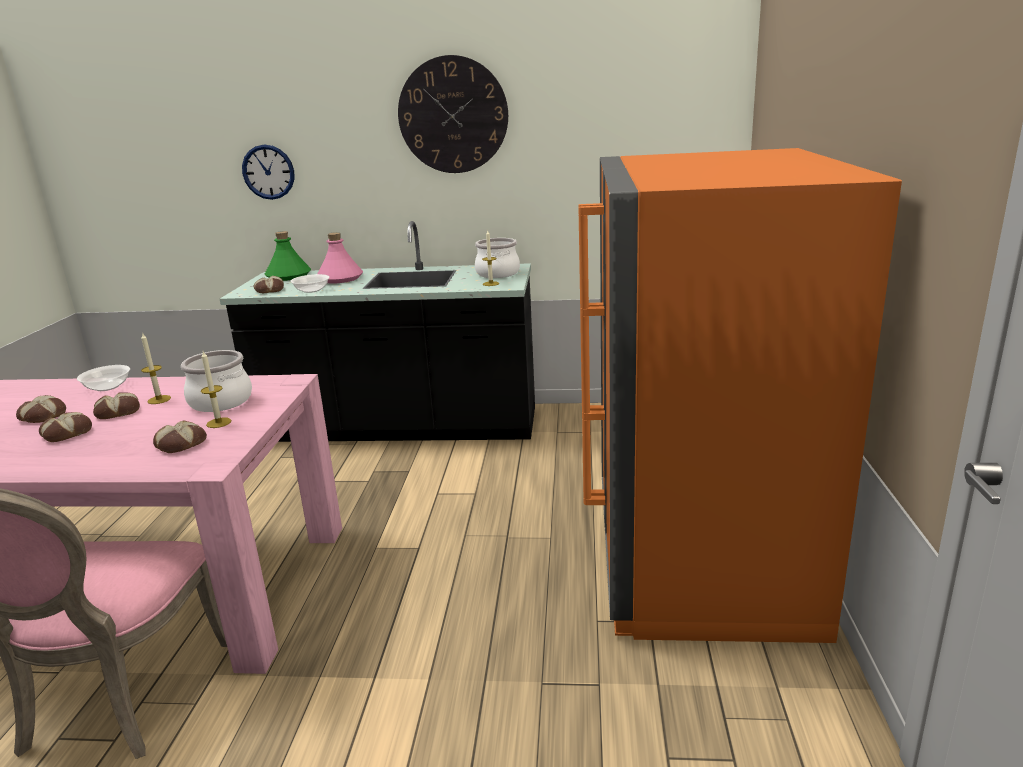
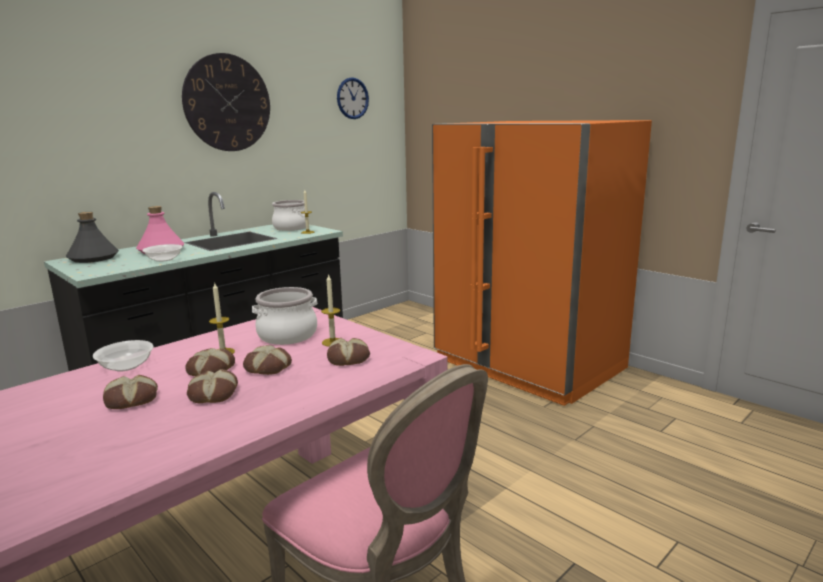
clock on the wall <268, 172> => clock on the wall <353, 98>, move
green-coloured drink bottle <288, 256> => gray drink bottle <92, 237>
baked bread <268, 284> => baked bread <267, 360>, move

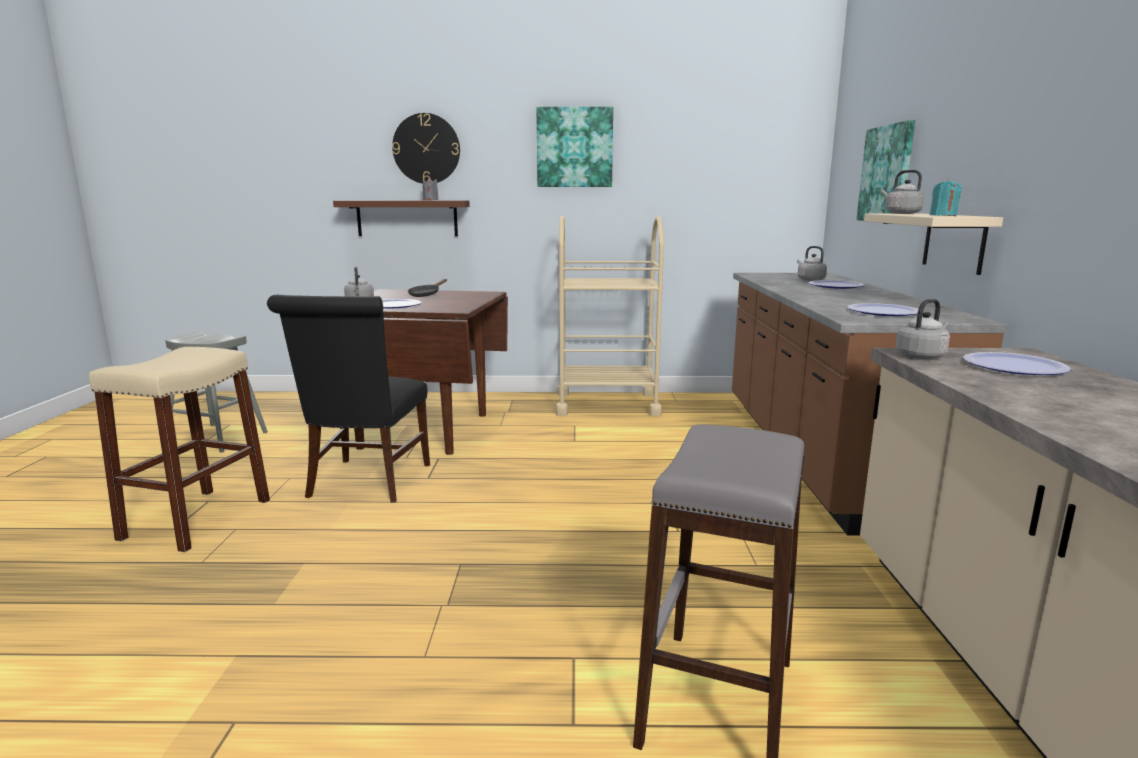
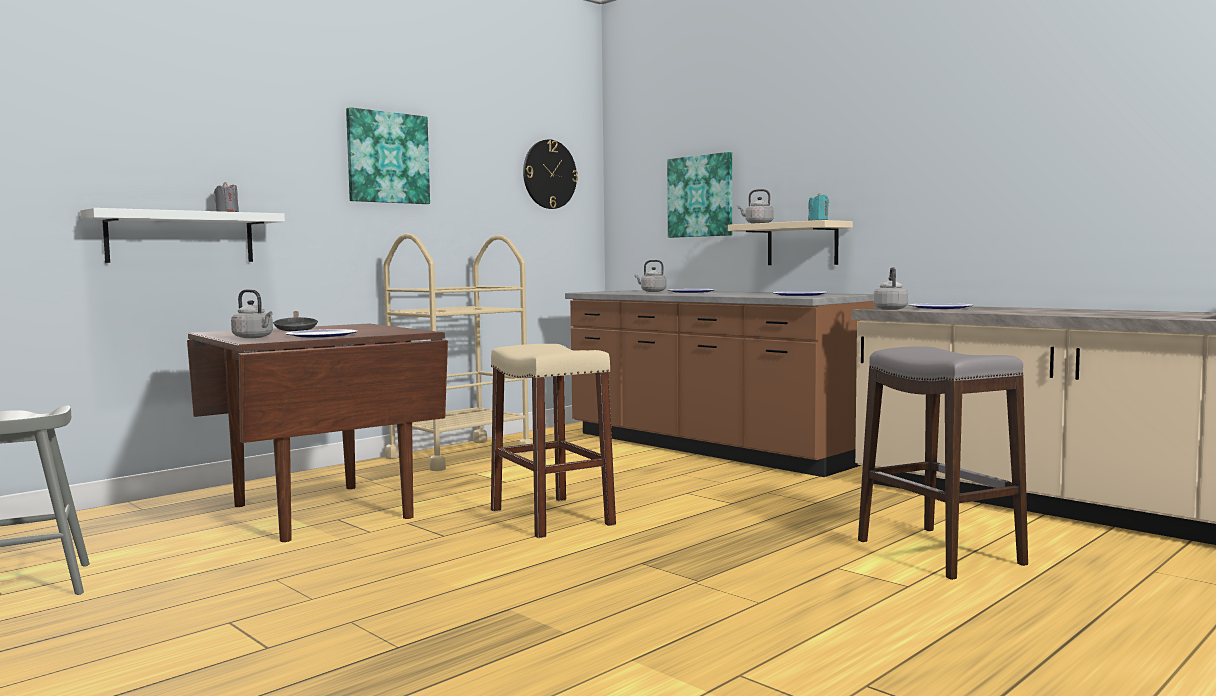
clock on the wall <426, 148> => clock on the wall <550, 174>, move
brownish wall shelf <401, 218> => whitish wall shelf <182, 235>
black-coloured upright chair <348, 399> => nothing
sand-coloured sitting stool <179, 449> => sand-coloured sitting stool <553, 441>, move

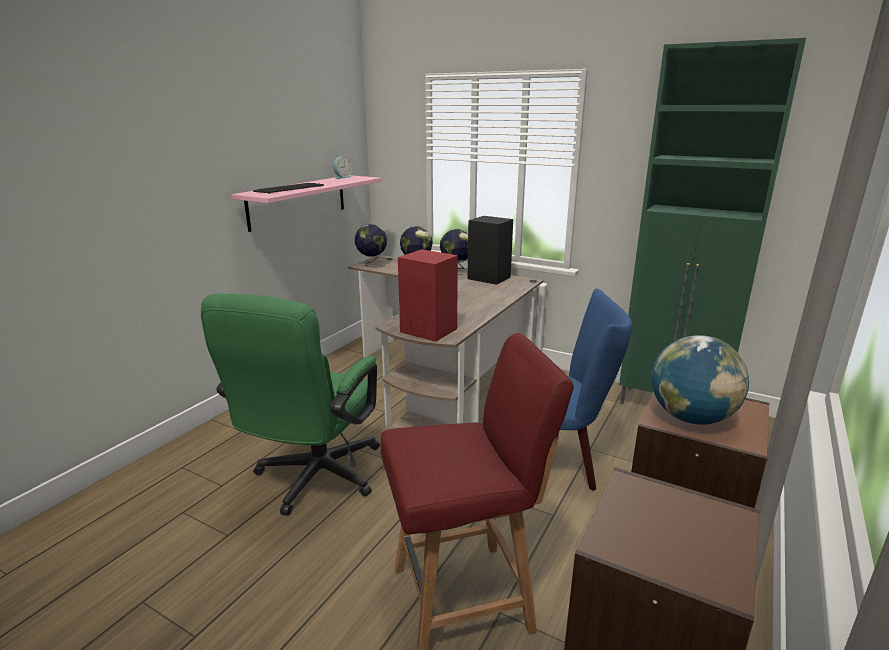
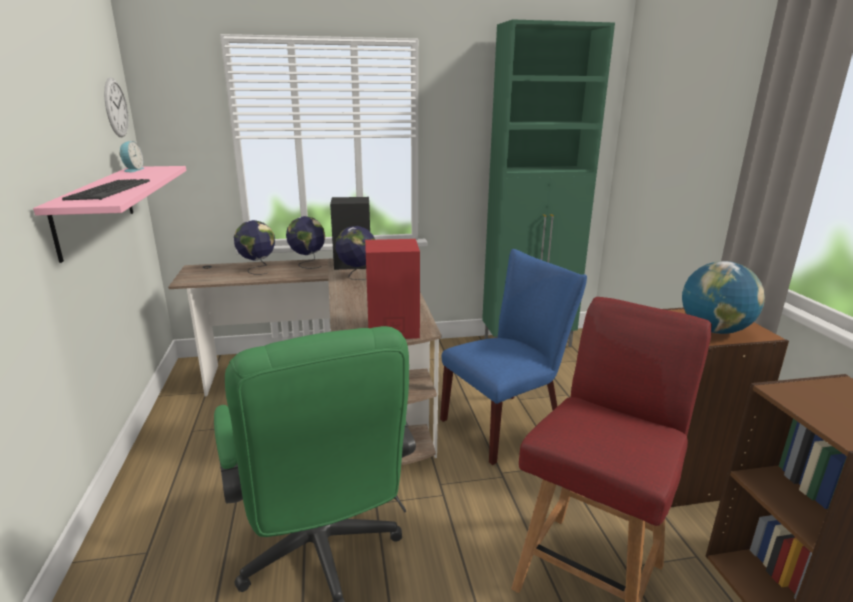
desk globe <371, 245> => desk globe <355, 253>, move
nothing => clock on the wall <116, 107>

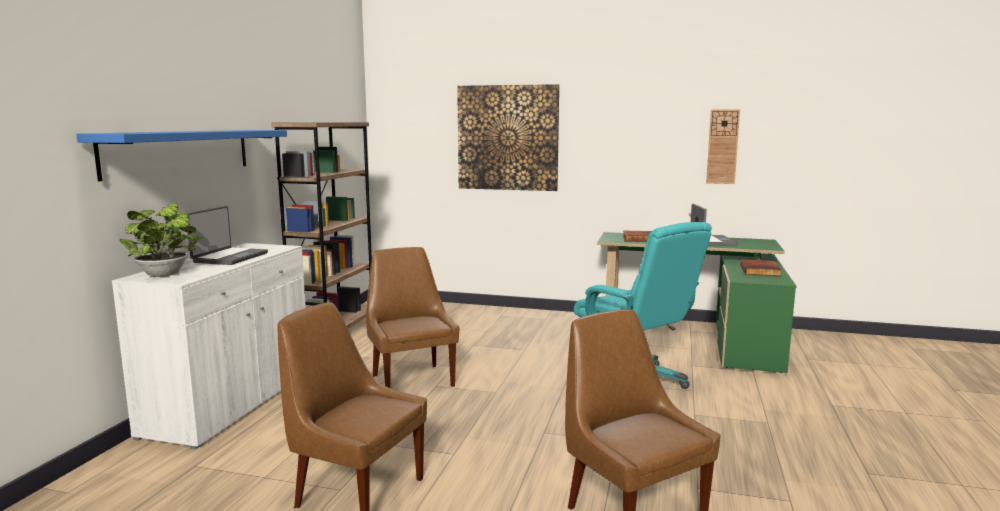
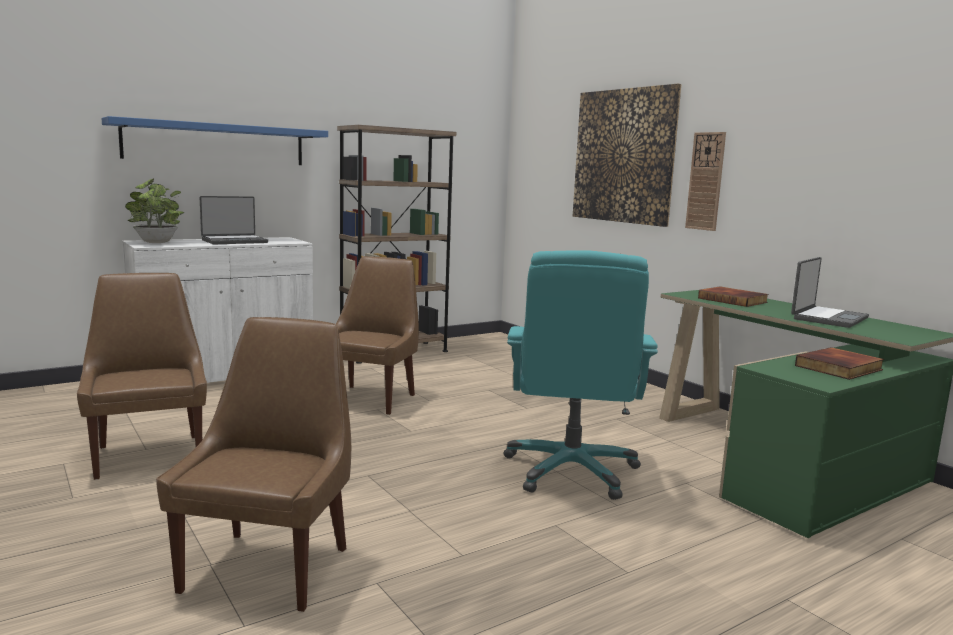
clock on the wall <723, 146> => clock on the wall <705, 181>, move

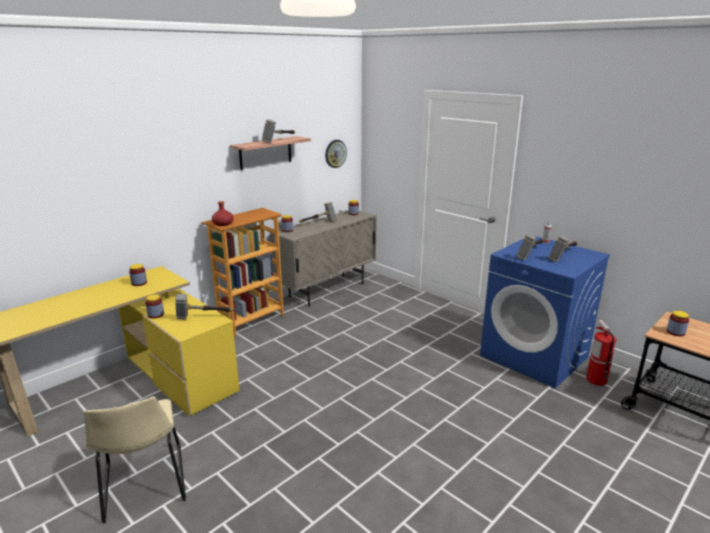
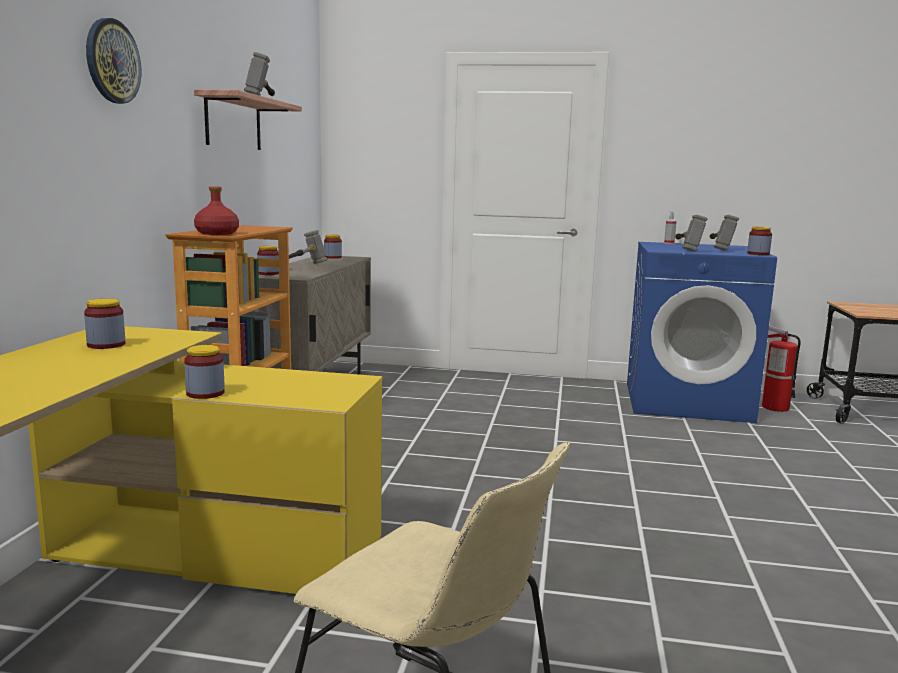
clock on the wall <336, 154> => clock on the wall <113, 61>, move
hammer <204, 306> => nothing
preserve jar <678, 323> => preserve jar <759, 241>, move

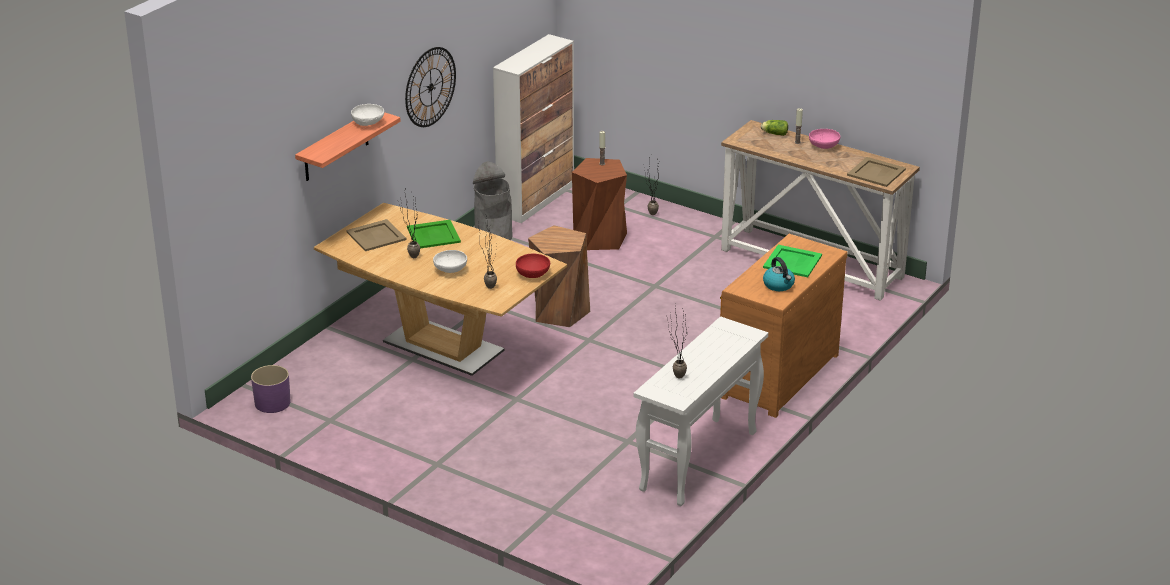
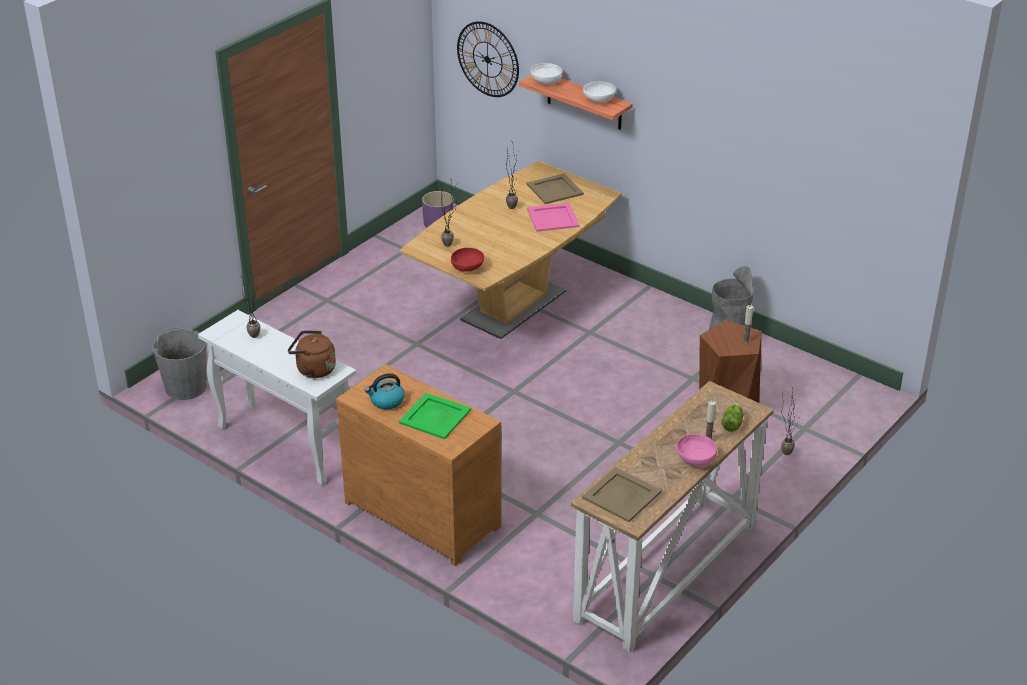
cupboard <533, 128> => nothing
clock on the wall <430, 87> => clock on the wall <488, 59>, move
green-coloured carrying tray <434, 234> => pink-coloured carrying tray <553, 217>
brownish sitting stool <559, 276> => nothing
whitish deep dish <450, 261> => whitish deep dish <546, 74>, move
nothing => gray pail <179, 363>
nothing => brownish water kettle <312, 354>

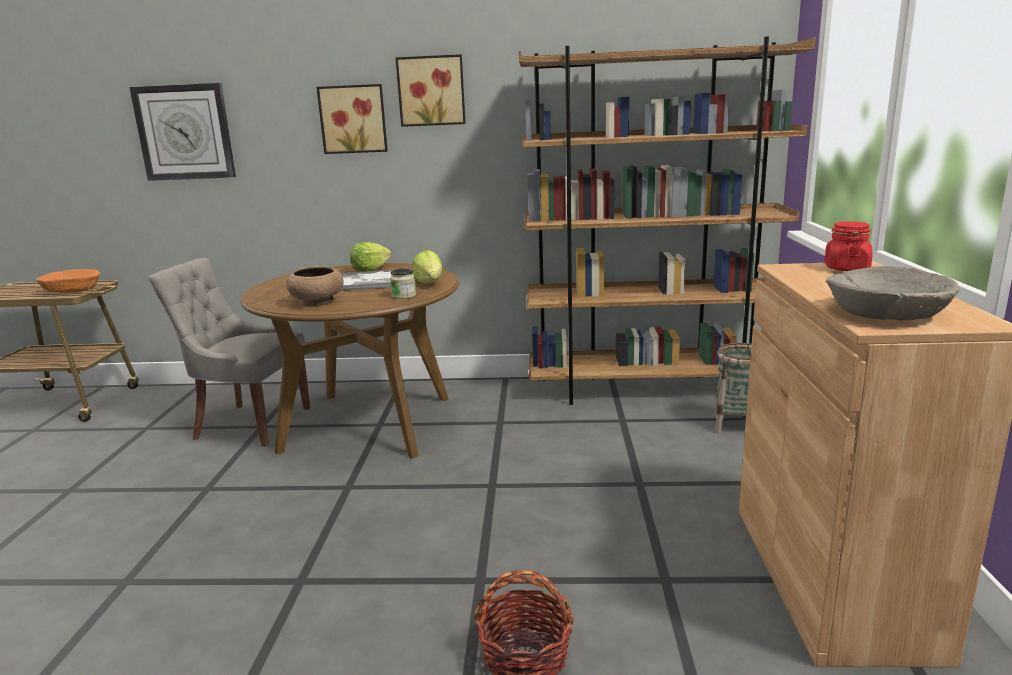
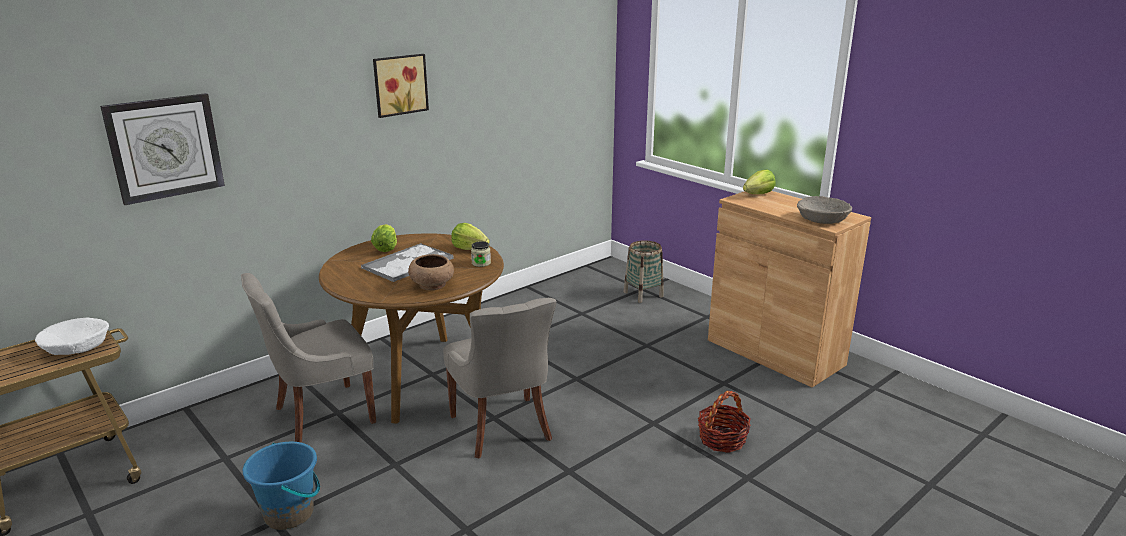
brownish shelving unit <667, 220> => nothing
wall art <352, 119> => nothing
red-coloured preserve jar <848, 246> => lettuce head <759, 181>
orangey deep dish <68, 281> => whitish deep dish <72, 336>
nothing => gray upright chair <500, 378>
nothing => bluish pail <281, 486>

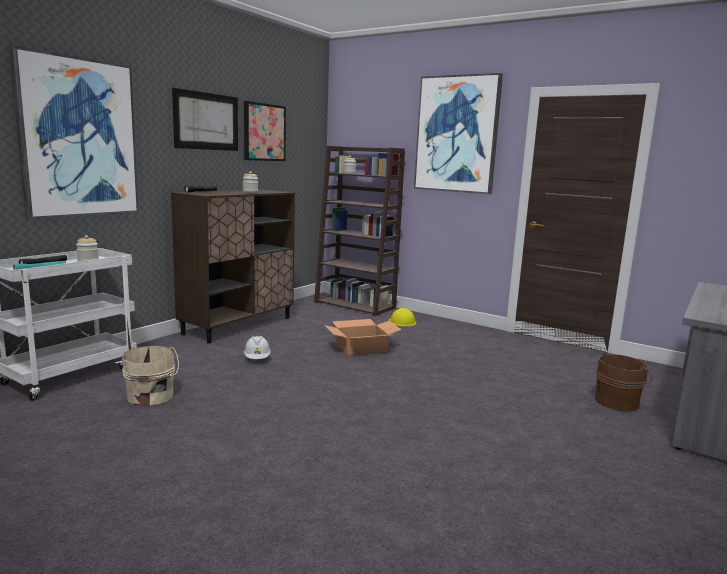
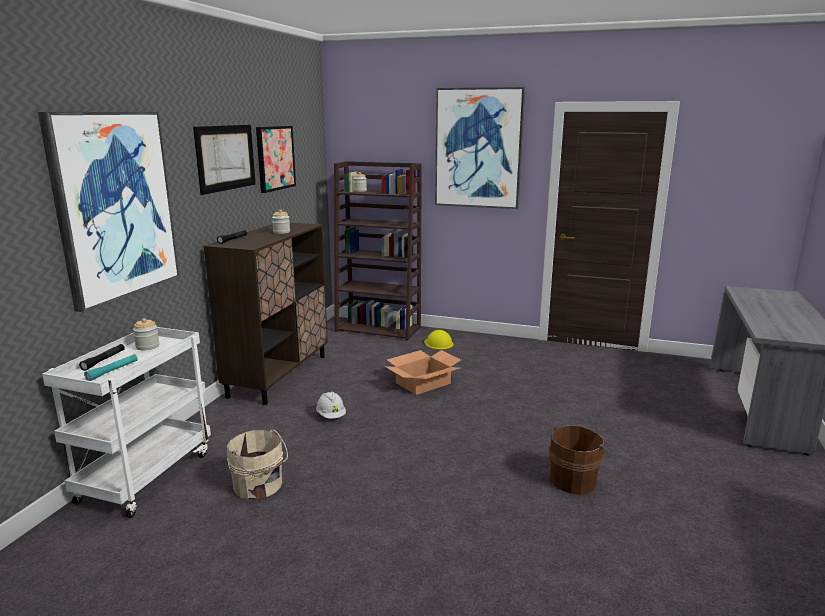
brownish pail <623, 382> => brownish pail <579, 460>, move

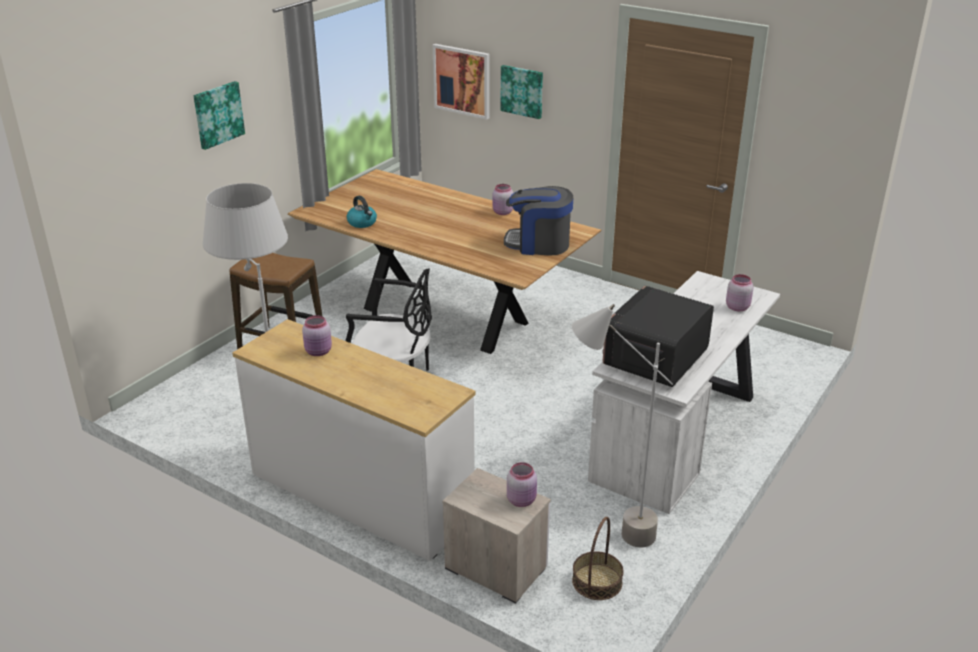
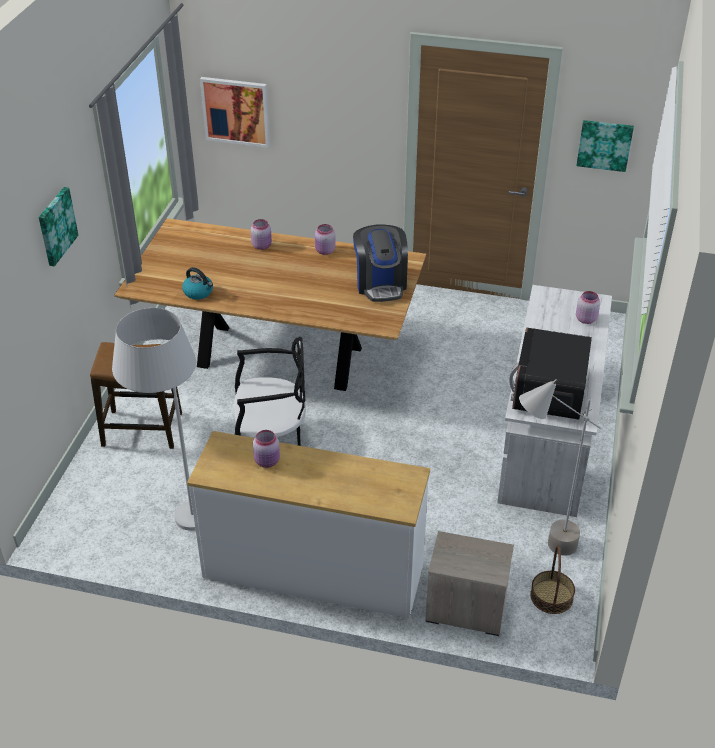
wall art <522, 92> => wall art <605, 146>, move
coffee maker <538, 220> => coffee maker <380, 263>, 90 degrees counterclockwise
pink-coloured preserve jar <522, 484> => pink-coloured preserve jar <261, 234>, move

